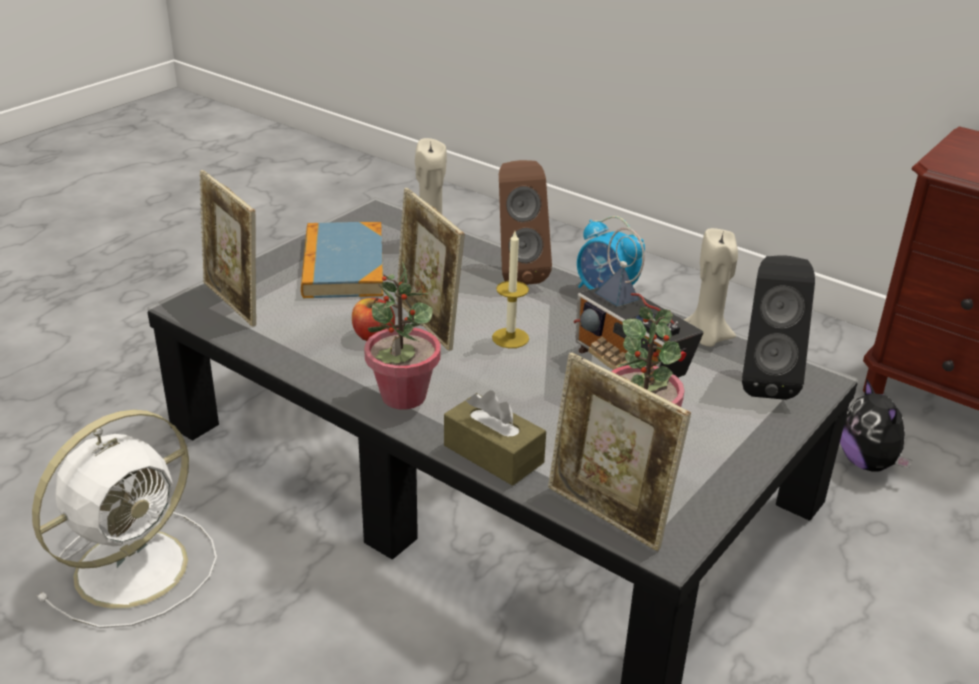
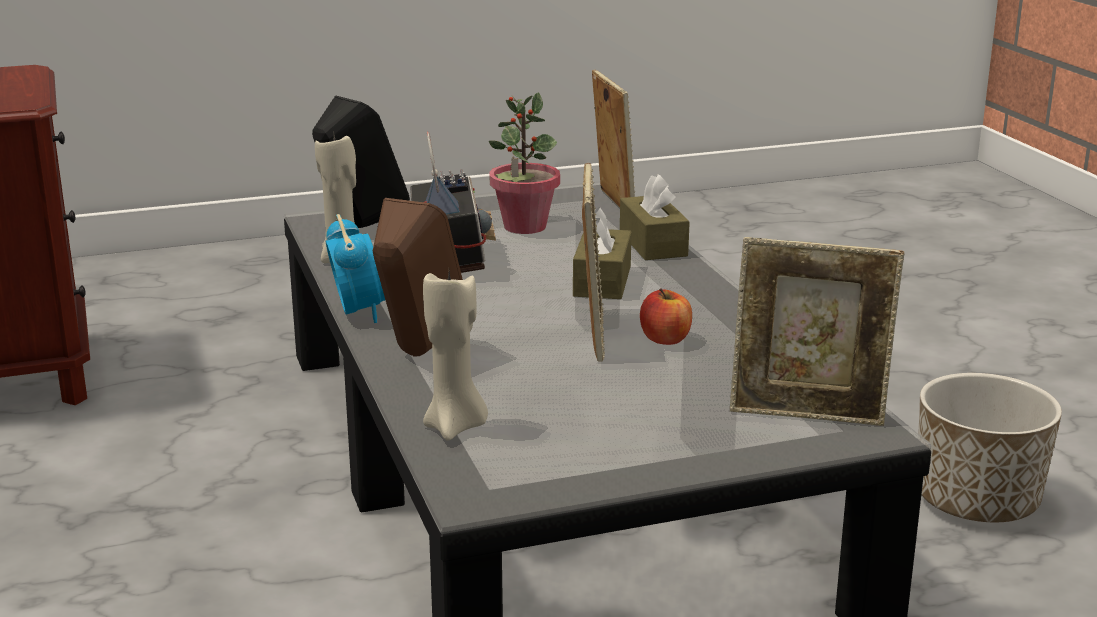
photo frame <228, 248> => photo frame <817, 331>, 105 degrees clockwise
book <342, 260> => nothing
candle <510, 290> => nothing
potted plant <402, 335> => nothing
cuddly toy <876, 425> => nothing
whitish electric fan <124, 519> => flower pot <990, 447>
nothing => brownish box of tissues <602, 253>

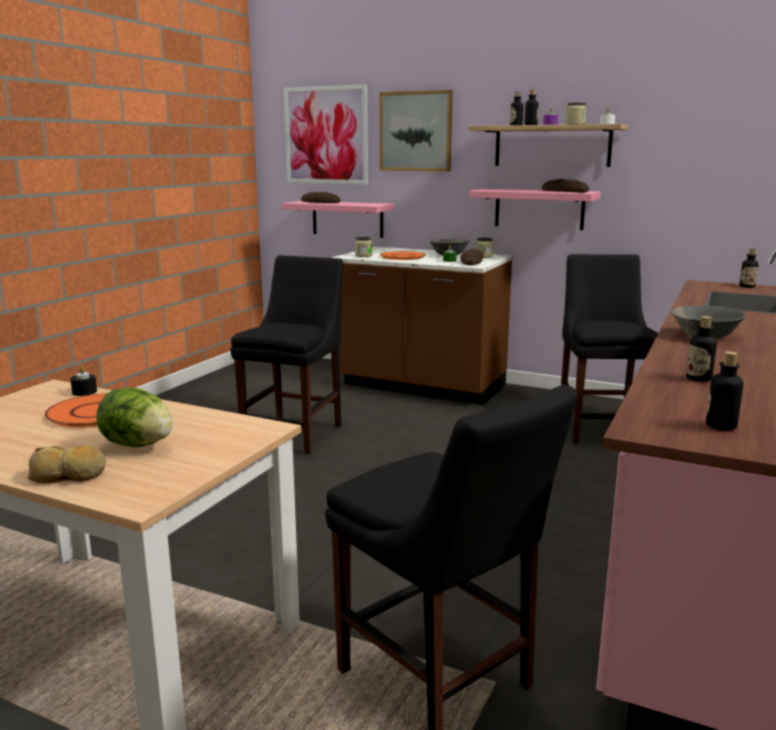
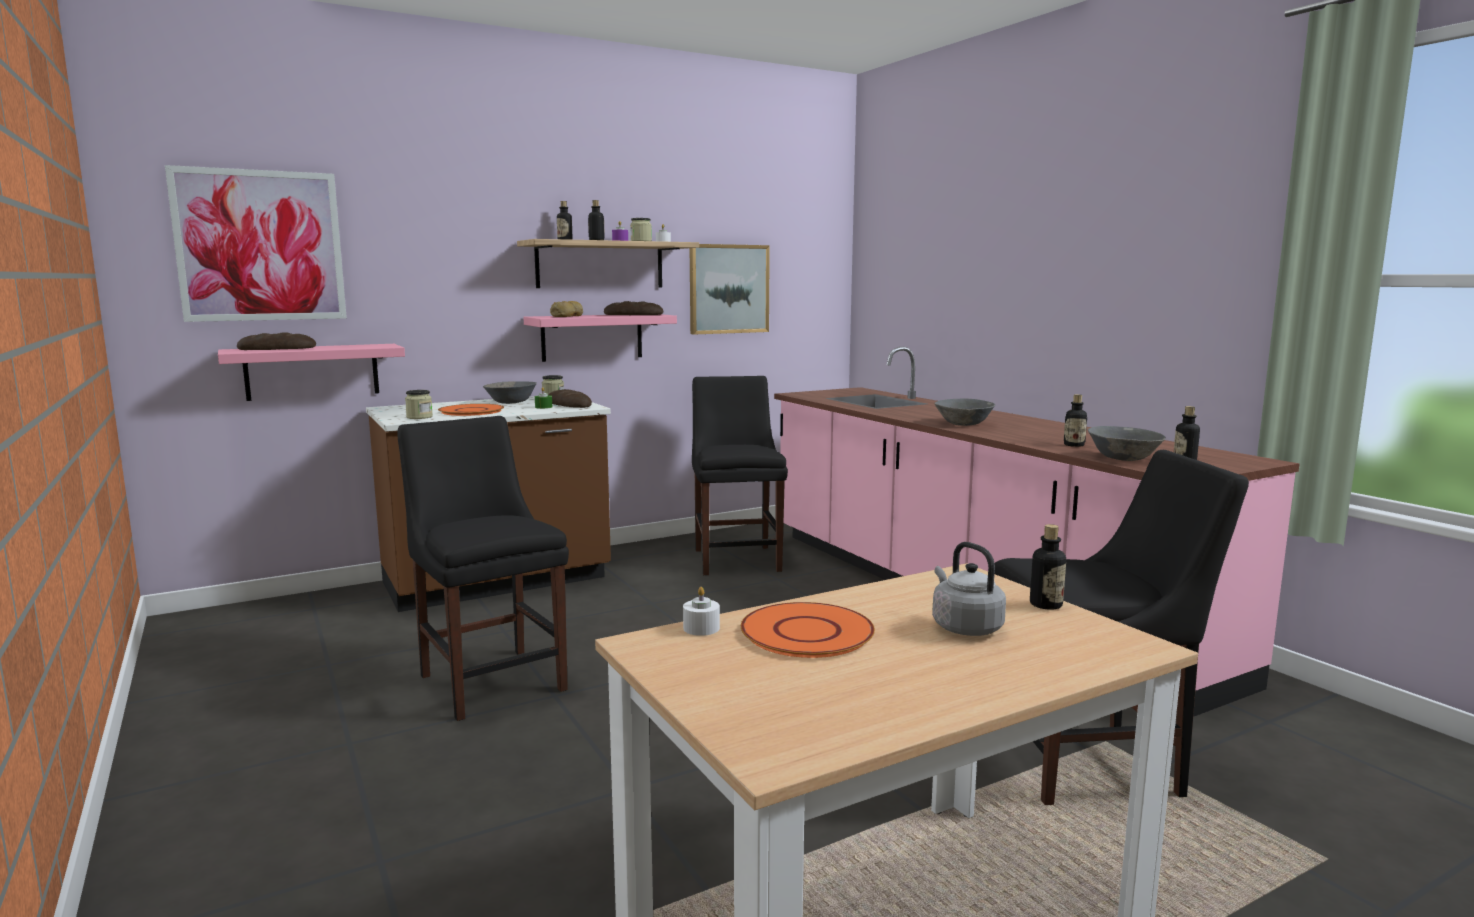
wall art <416, 131> => wall art <730, 289>, move
drink bottle <749, 268> => drink bottle <1048, 567>, move
black-coloured upright chair <609, 349> => black-coloured upright chair <740, 475>, 45 degrees clockwise
black-coloured candle <83, 380> => whitish candle <701, 611>
lettuce head <134, 417> => gray water kettle <969, 589>
baked bread <66, 464> => baked bread <566, 309>, move
nothing => gray deep dish <1127, 443>

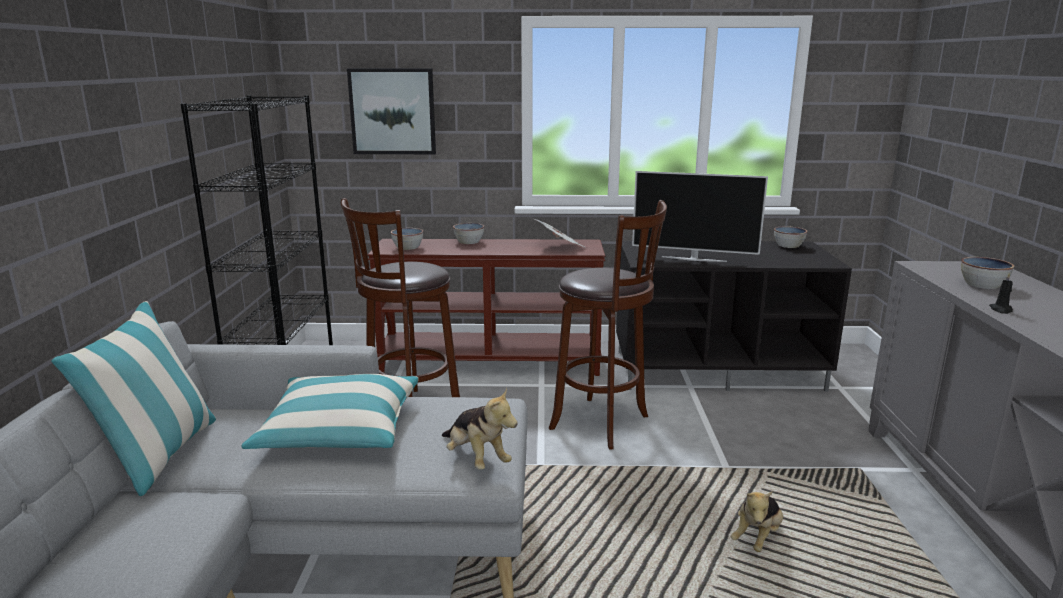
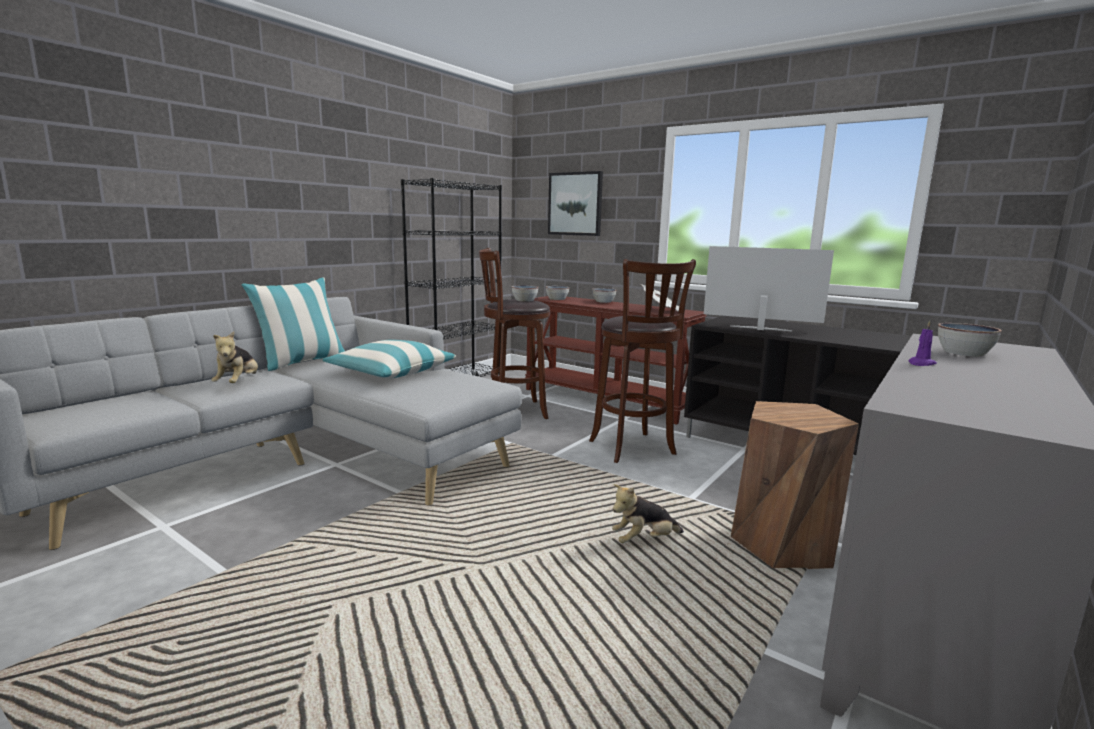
TV set <700, 216> => TV set <769, 288>, 150 degrees clockwise
deep dish <790, 237> => deep dish <525, 293>, move
black-coloured candle <1001, 293> => purple candle <923, 343>
cuddly toy <480, 429> => cuddly toy <234, 357>, move
nothing => brownish sitting stool <795, 485>

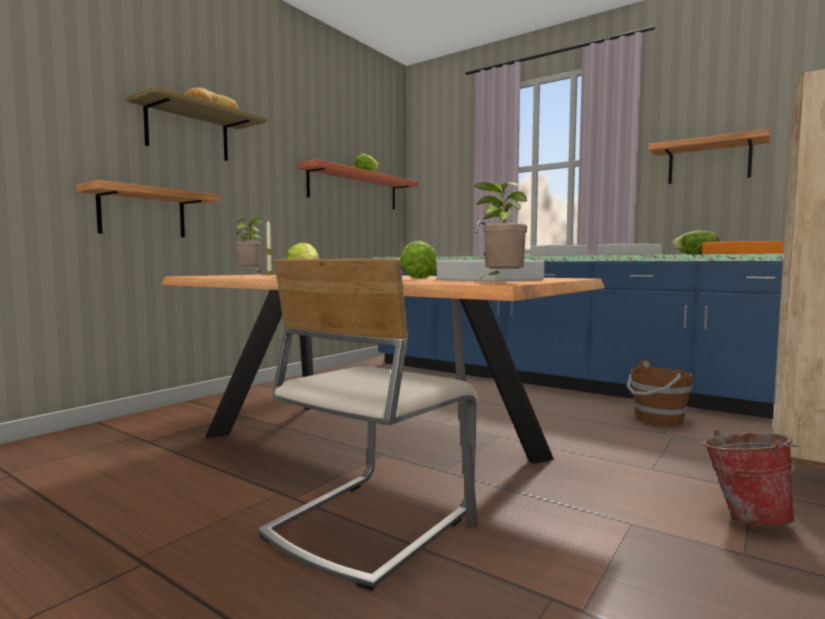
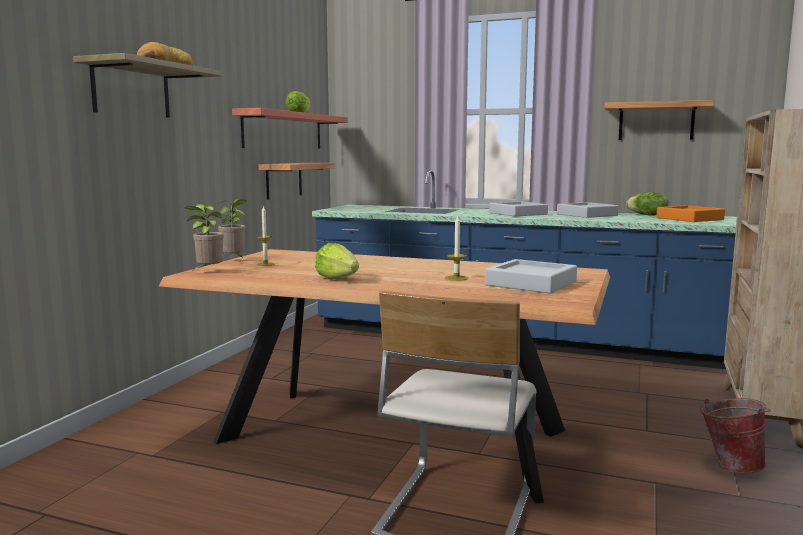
wall shelf <148, 208> => wall shelf <296, 181>, move
potted plant <500, 232> => potted plant <204, 237>, move
lettuce head <418, 260> => candle <456, 248>
brownish pail <660, 392> => nothing

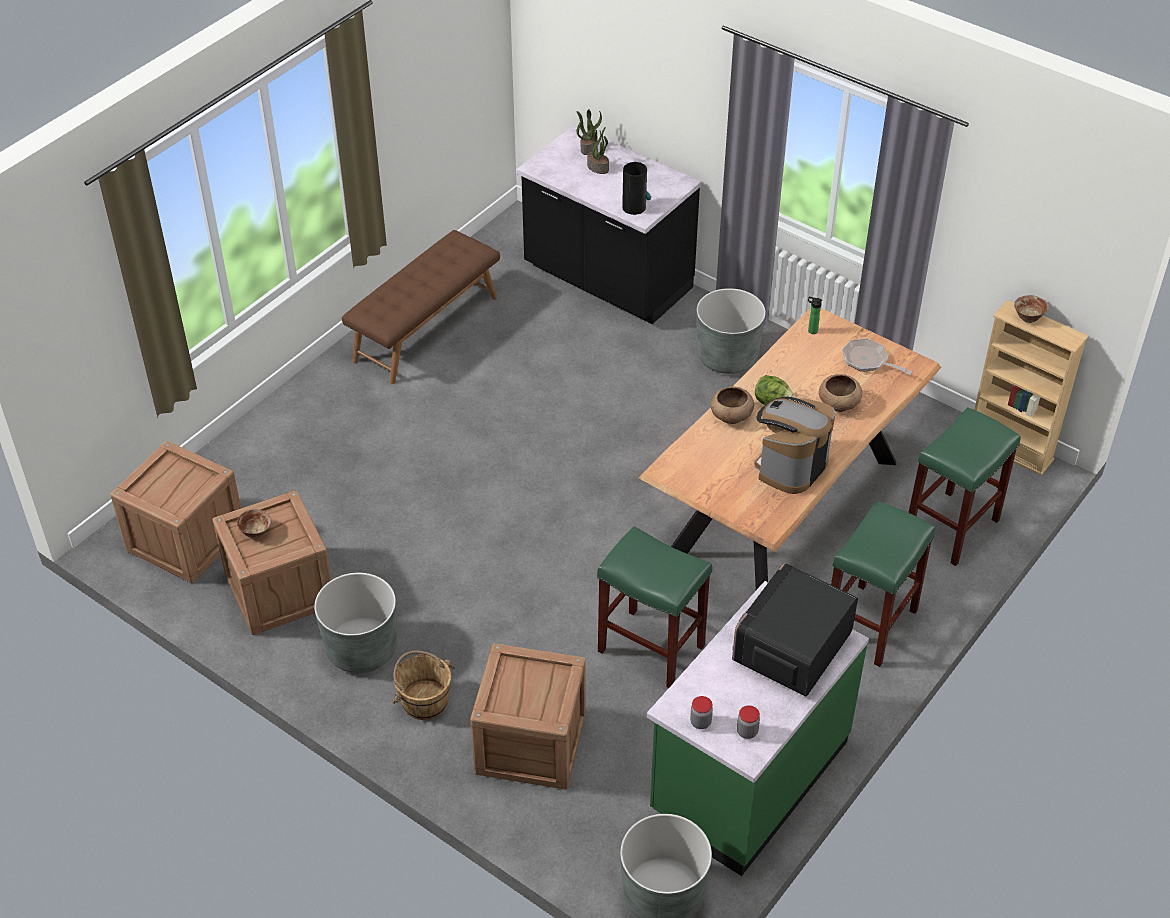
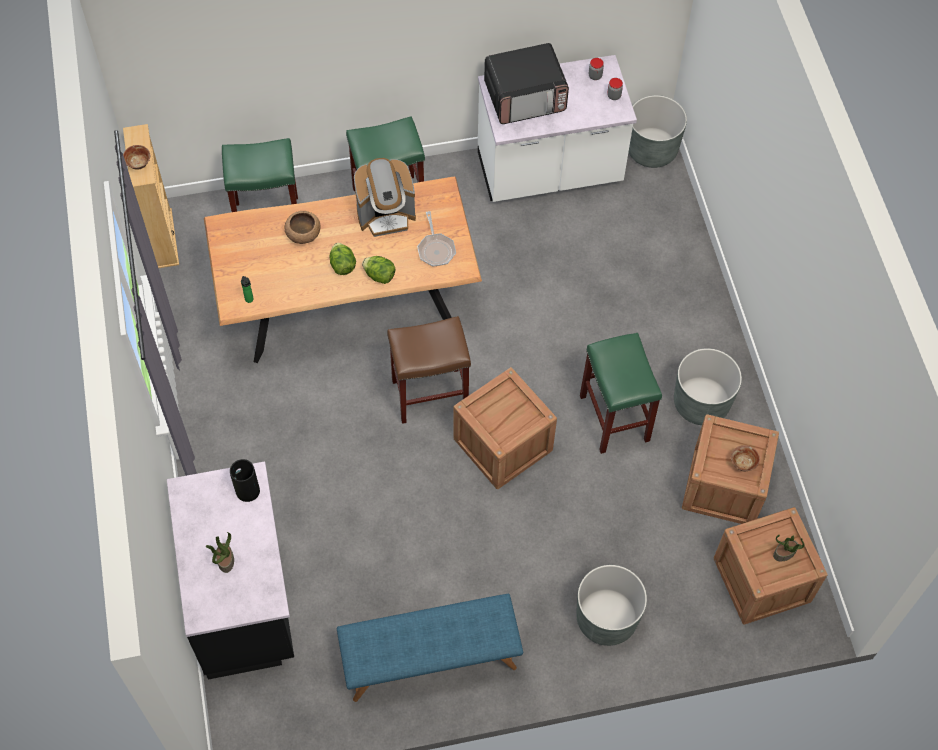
potted plant <589, 132> => potted plant <788, 548>, move
brownish indoor bench <421, 307> => bluish indoor bench <430, 648>
gray flower pot <731, 331> => gray flower pot <611, 605>, move
frying pan <877, 357> => frying pan <436, 239>, move
brownish deep dish <732, 405> => lettuce head <378, 270>
green-coloured sitting stool <654, 607> => green-coloured sitting stool <621, 393>, move
green-coloured counter <758, 728> => whitish counter <557, 128>
packing crate <528, 716> => packing crate <505, 428>, move
brownish pail <423, 685> => nothing
nothing => brownish sitting stool <429, 370>

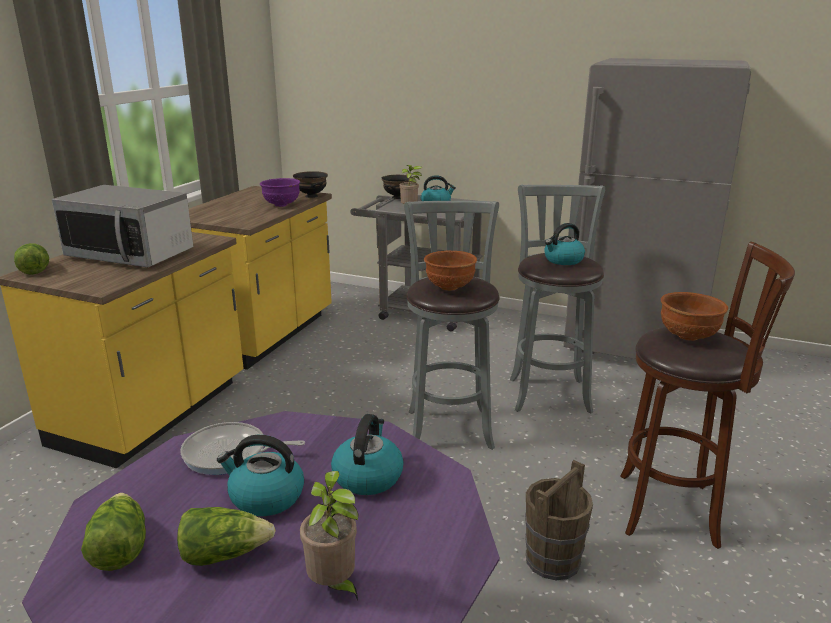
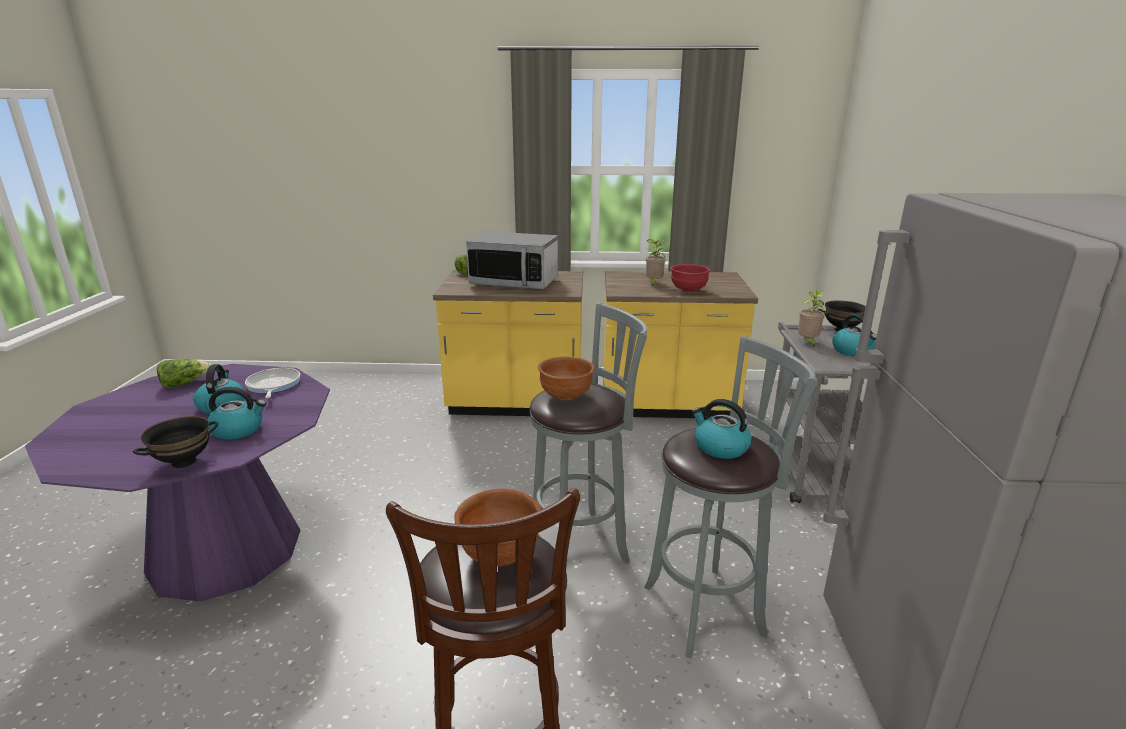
black-coloured deep dish <310, 184> => black-coloured deep dish <175, 442>, move
purple deep dish <280, 192> => red-coloured deep dish <690, 278>
kitchen microwave <122, 226> => kitchen microwave <512, 260>, 75 degrees counterclockwise
brownish pail <559, 520> => nothing
potted plant <329, 535> => potted plant <656, 262>, move
lettuce head <226, 536> => nothing

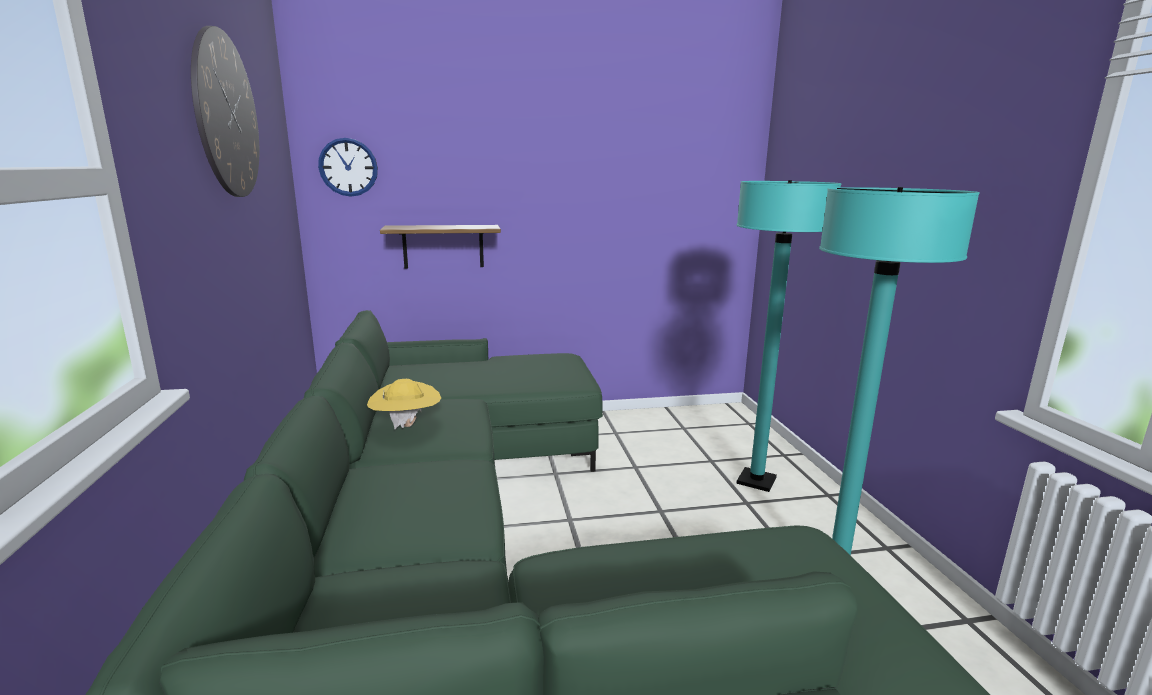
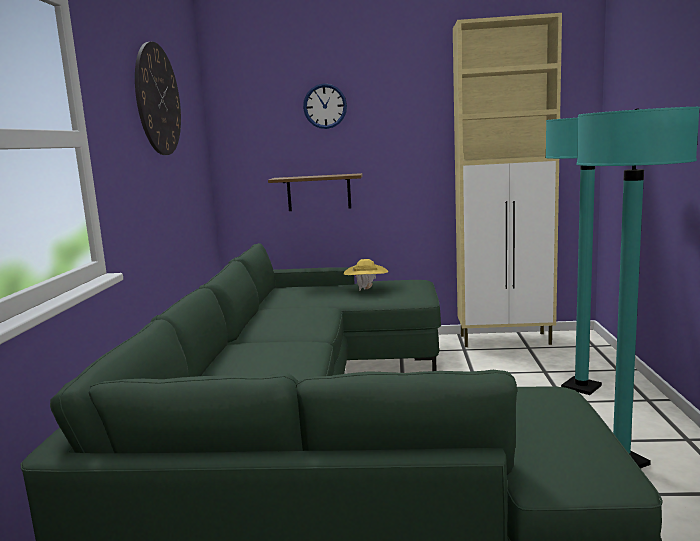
clock on the wall <348, 167> => clock on the wall <325, 106>, move
yellowish clothing hat <404, 404> => yellowish clothing hat <365, 275>, move
nothing => sand-coloured cupboard <507, 180>

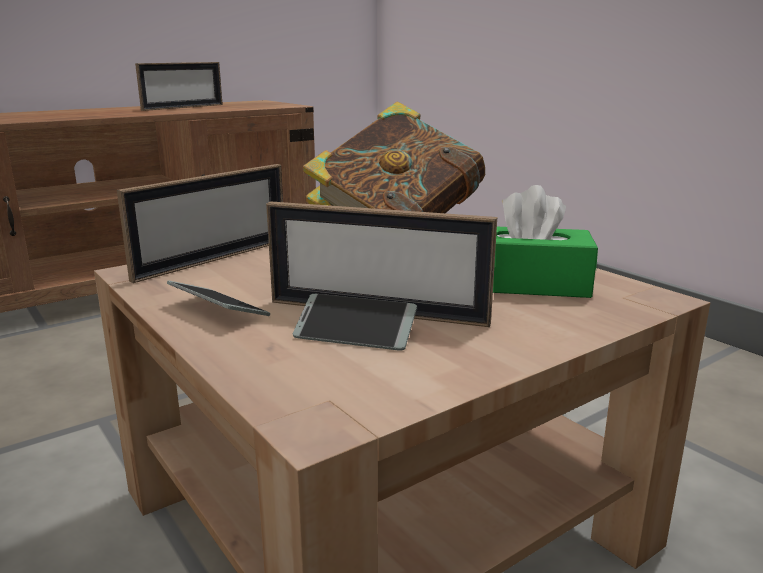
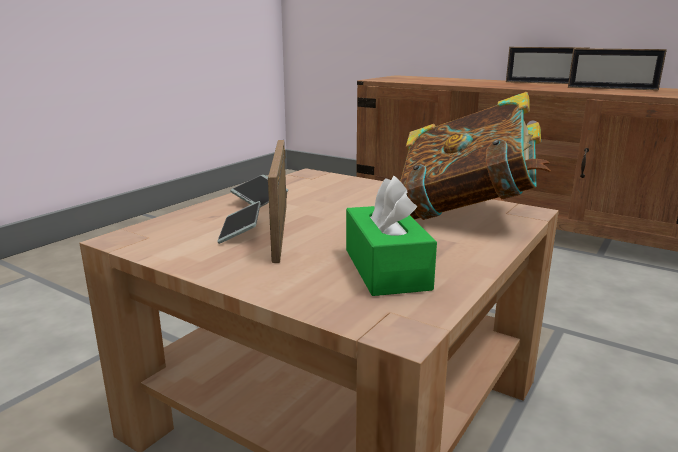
photo frame <200, 223> => photo frame <548, 65>, move

